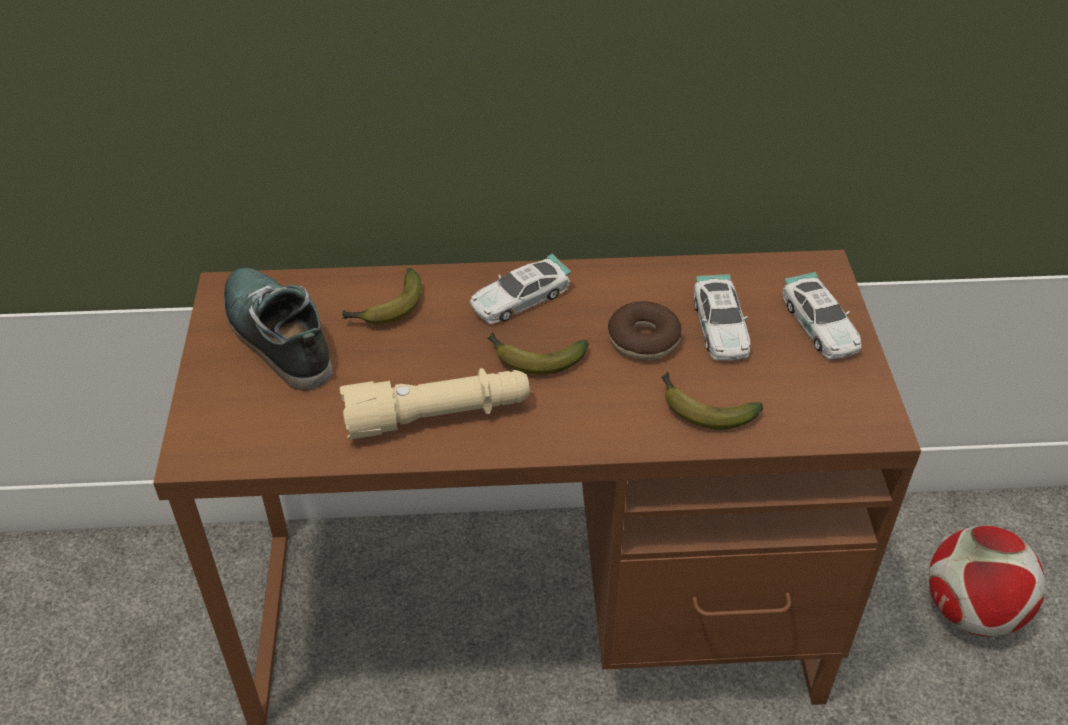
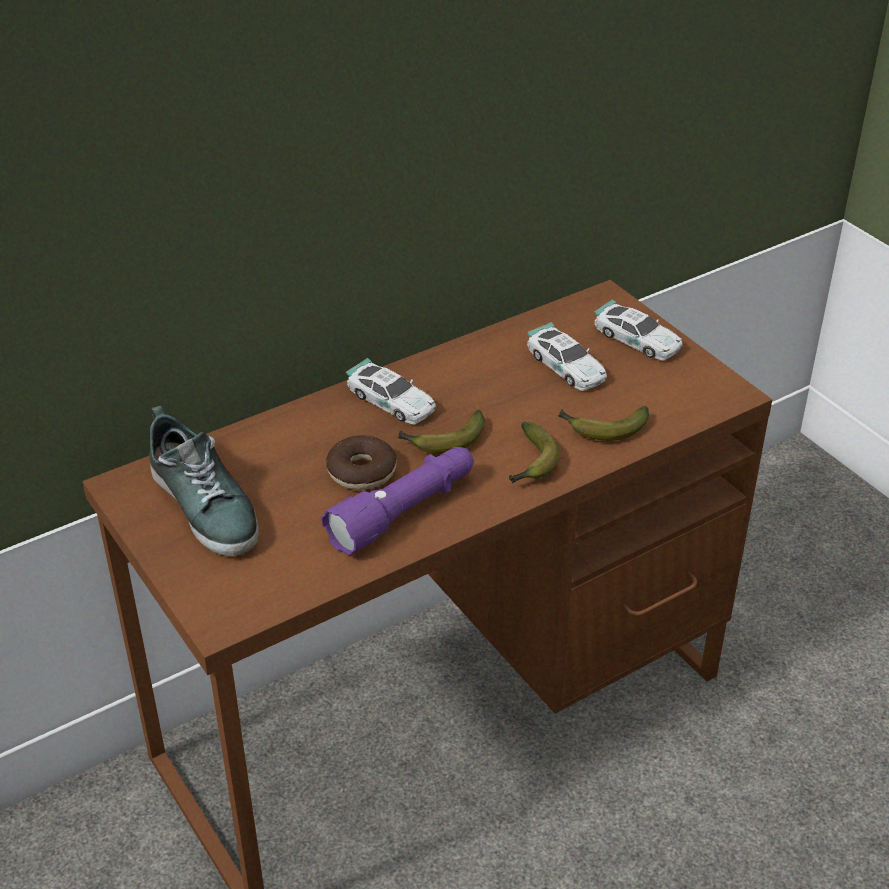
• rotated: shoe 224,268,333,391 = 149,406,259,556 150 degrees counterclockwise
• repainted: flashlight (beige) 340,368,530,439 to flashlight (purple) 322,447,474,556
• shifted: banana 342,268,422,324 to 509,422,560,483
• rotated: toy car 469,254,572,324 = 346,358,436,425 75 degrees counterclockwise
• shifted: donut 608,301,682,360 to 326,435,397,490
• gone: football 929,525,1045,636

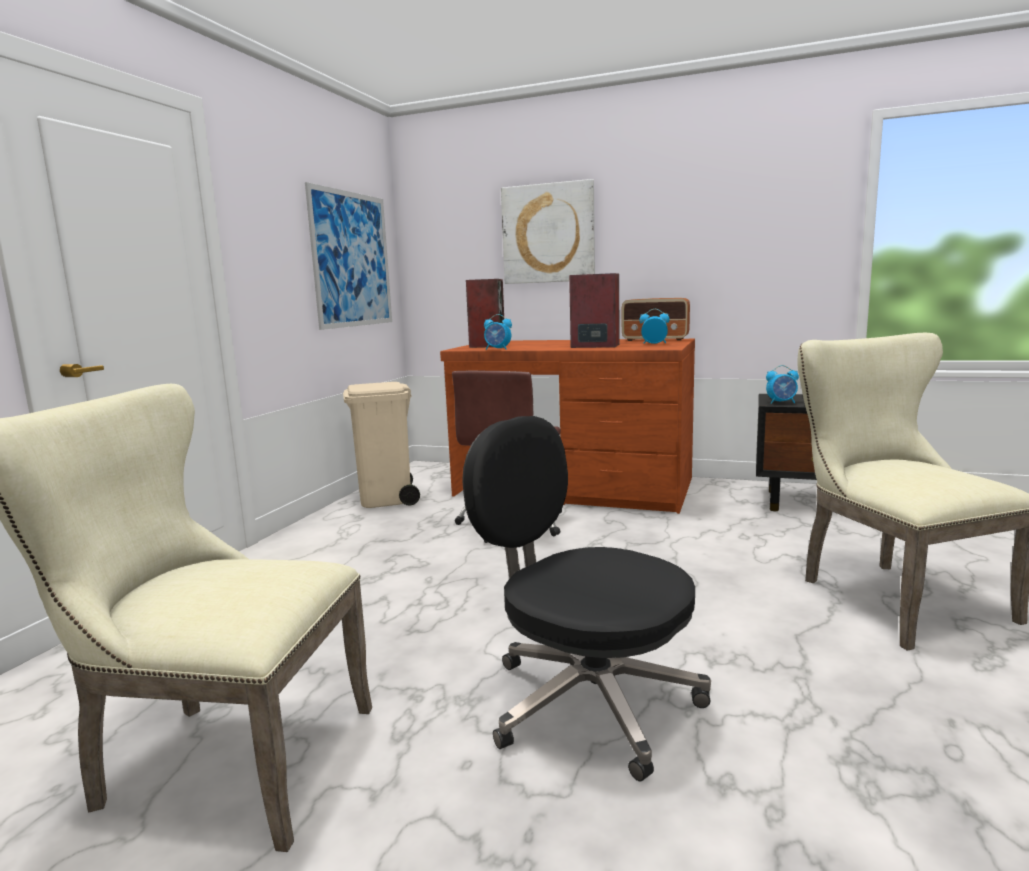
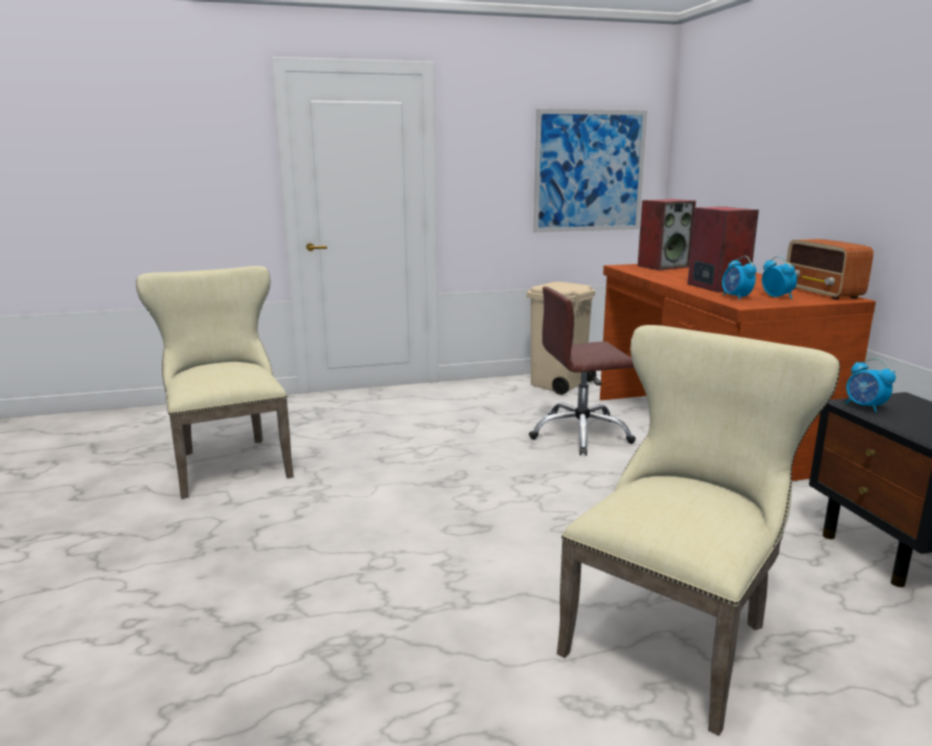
• gone: office chair (black) 462,416,711,782
• shifted: alarm clock 484,314,512,350 to 722,256,757,300
• gone: picture 501,179,595,284

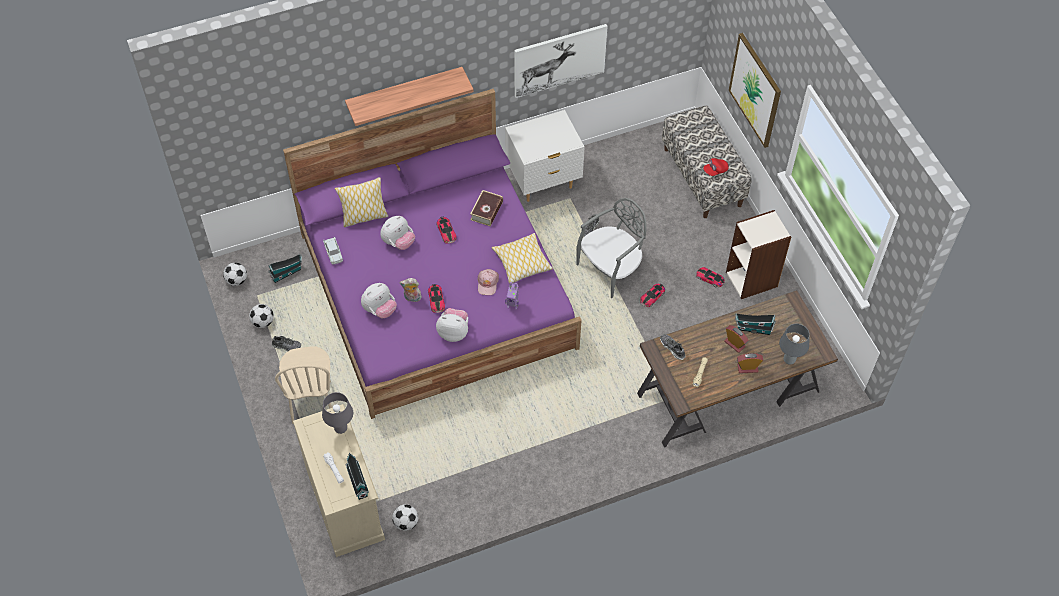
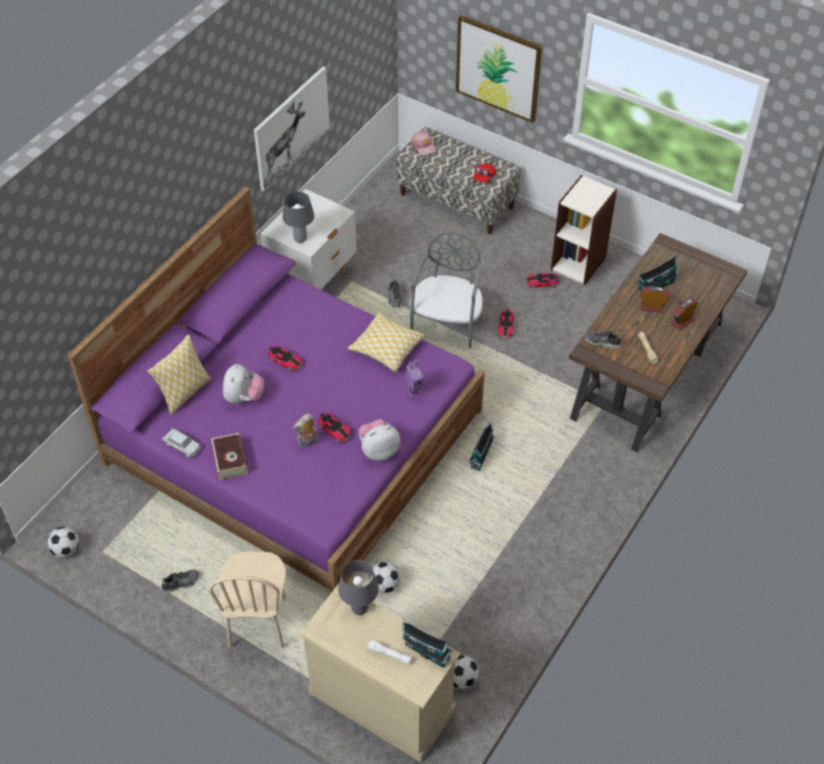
• shifted: football 249,304,274,328 to 369,562,400,593
• shifted: toy house 268,254,302,283 to 469,423,495,471
• rotated: chair (beige) 275,347,333,424 = 209,551,286,648 45 degrees clockwise
• gone: shelf 345,67,474,126
• gone: plush toy 361,283,397,318
• shifted: book 470,190,503,227 to 211,433,248,480
• shifted: cap (pink) 478,269,499,295 to 411,131,436,155
• shifted: table lamp (grey) 779,324,810,365 to 283,191,314,243

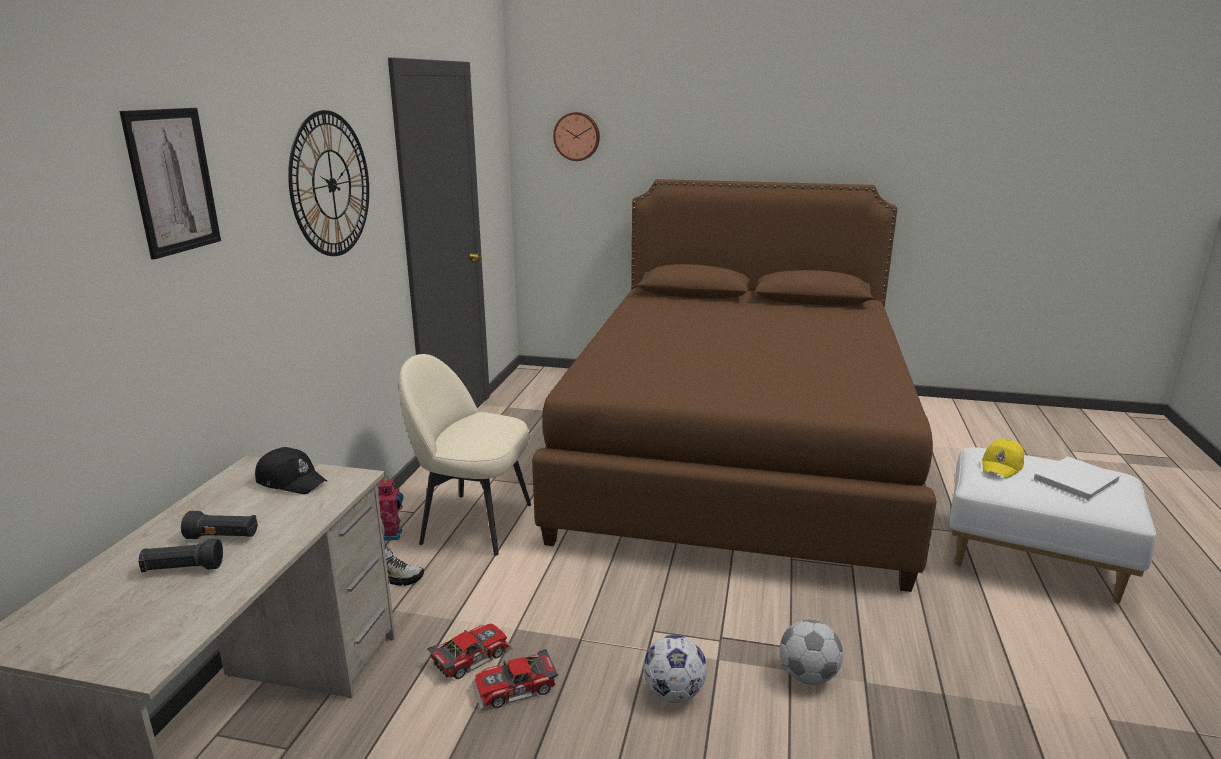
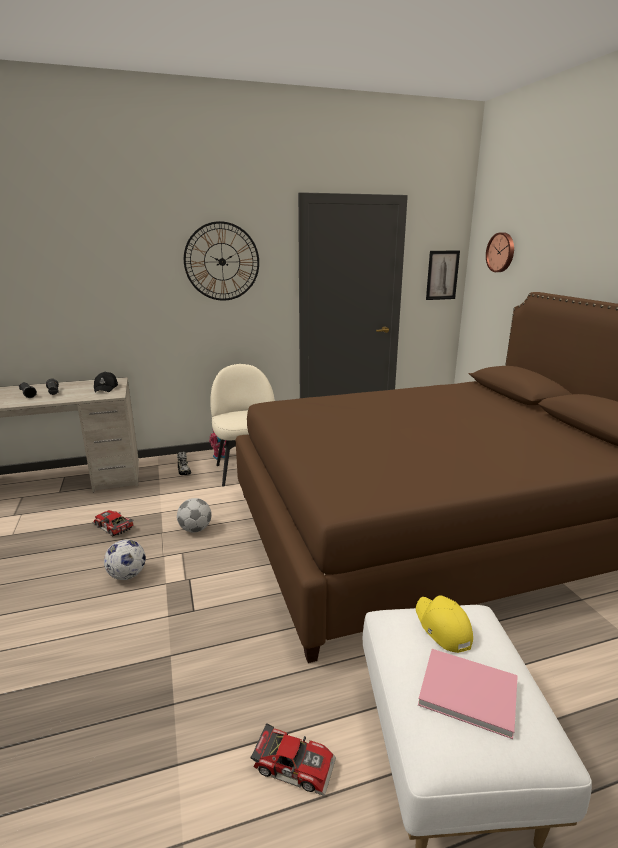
• shifted: picture 119,108,221,259 to 426,250,460,300
• shifted: toy car 427,624,513,679 to 250,723,336,796
• shifted: football 780,620,843,685 to 177,498,212,533
• rotated: cap (yellow) 982,439,1024,478 = 416,596,473,653 60 degrees clockwise
• repainted: book (white) 1034,456,1121,501 to book (pink) 418,649,518,739

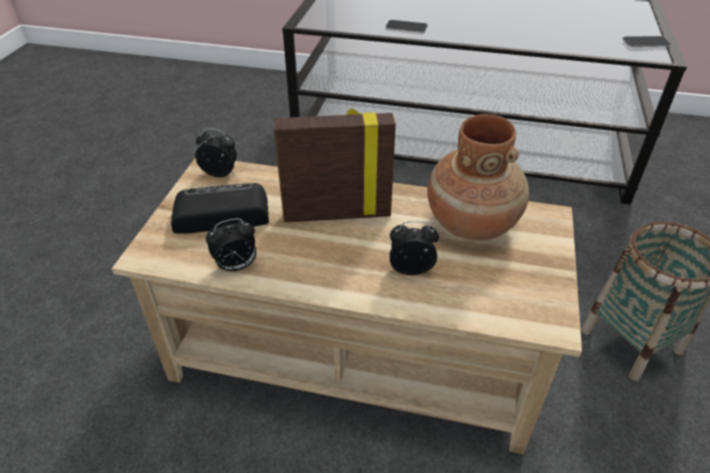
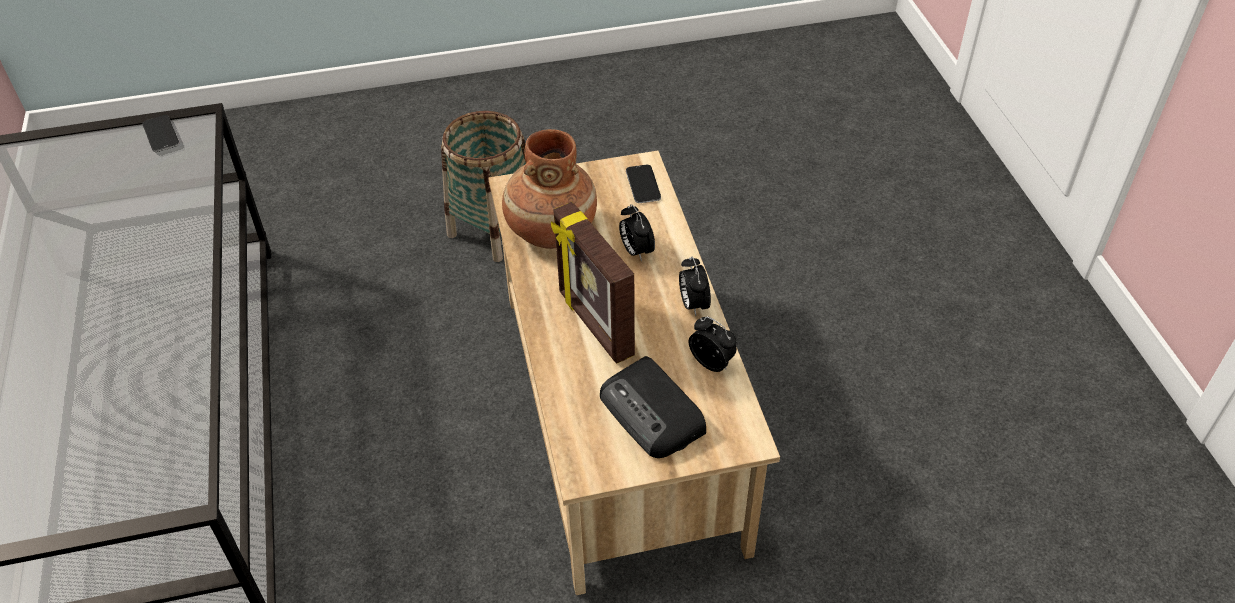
• shifted: alarm clock 195,128,237,177 to 679,257,711,316
• shifted: phone 386,20,428,33 to 626,165,661,203

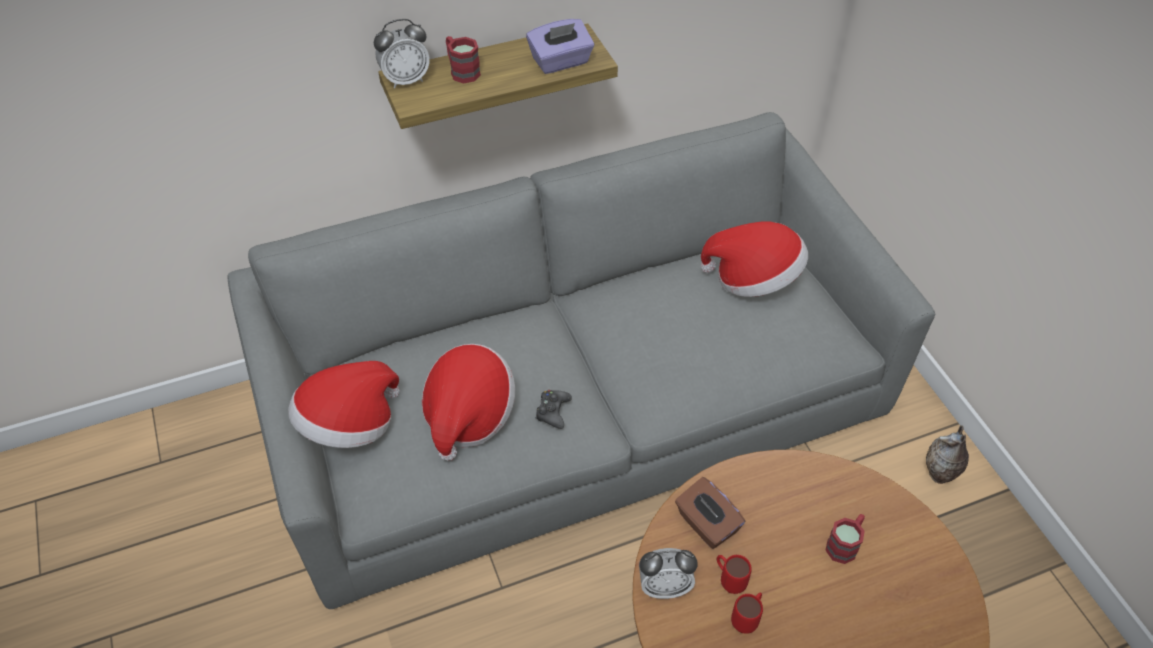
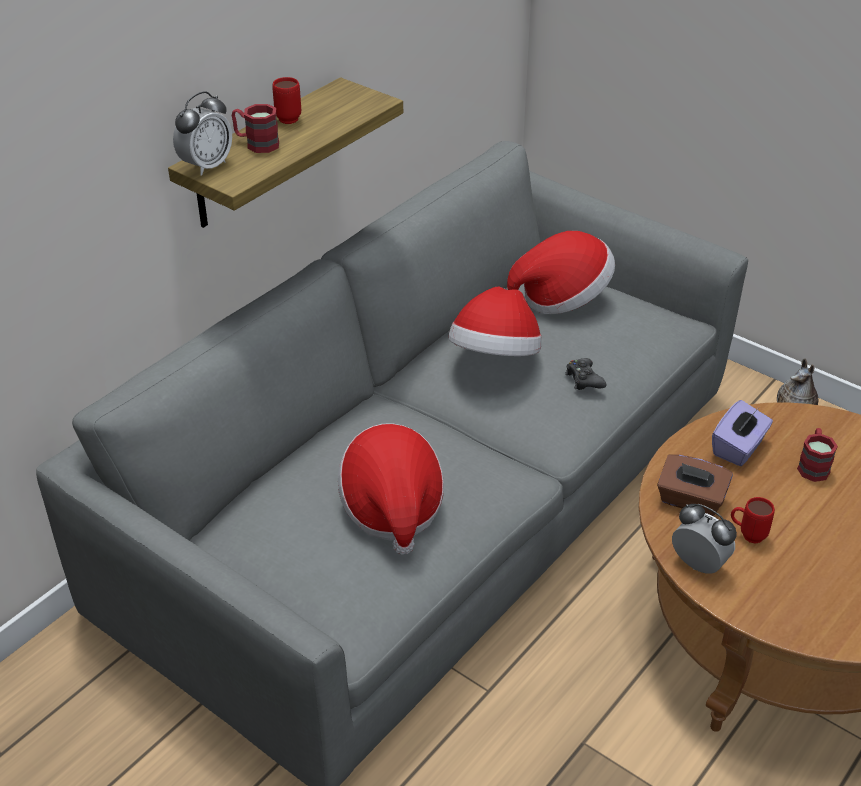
• shifted: hat 288,361,400,448 to 449,287,542,356
• shifted: tissue box (purple) 526,19,594,74 to 712,400,773,466
• shifted: game controller (black) 536,390,572,429 to 565,358,607,390
• rotated: alarm clock 639,548,698,599 = 672,504,737,574 105 degrees counterclockwise
• shifted: mug (red) 731,593,763,634 to 272,77,301,124

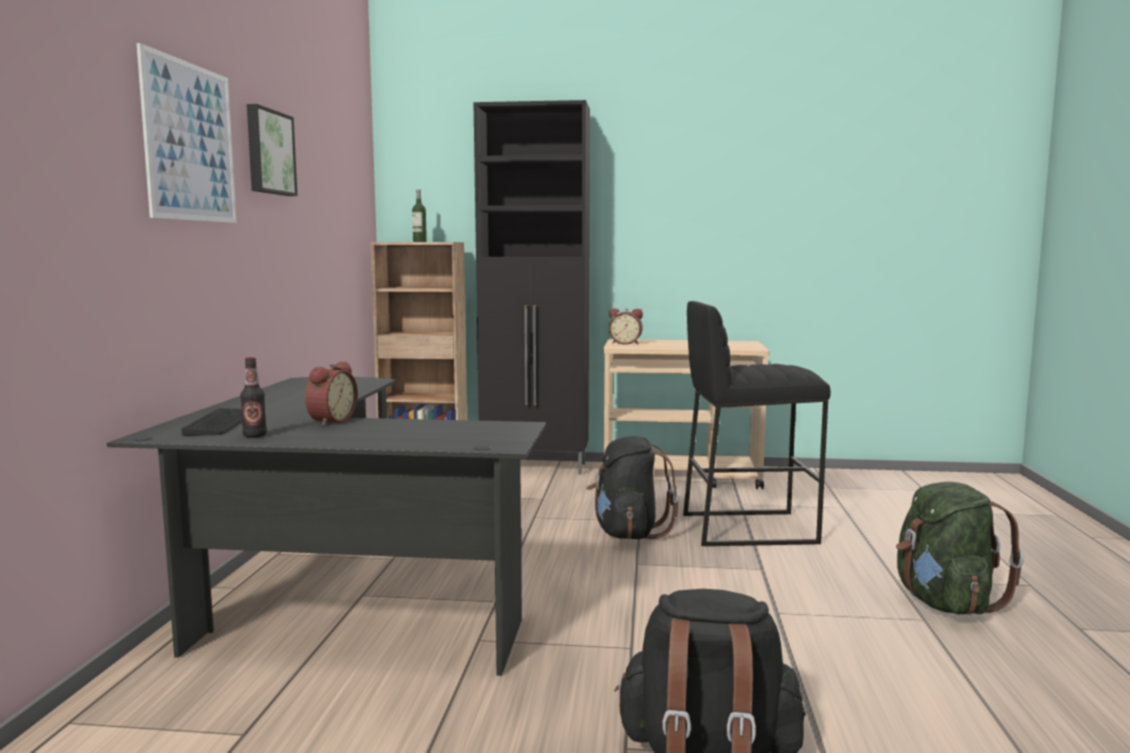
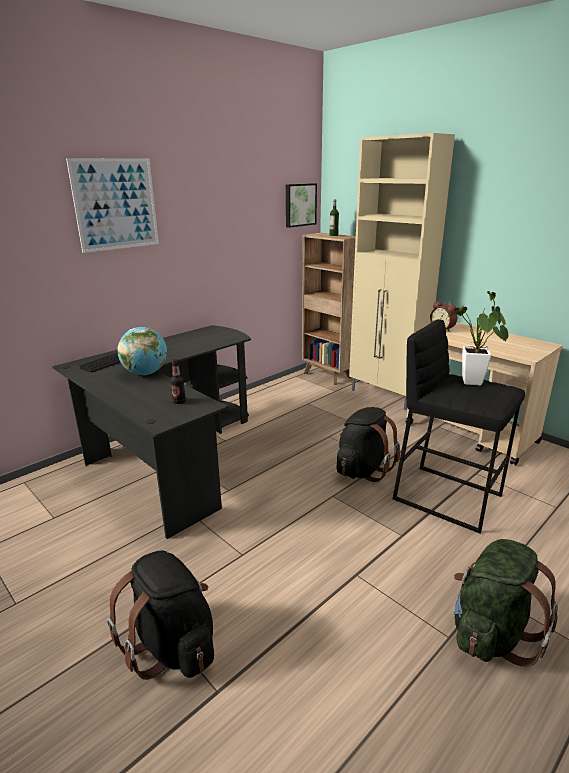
• shifted: bottle 240,357,267,438 to 170,359,186,404
• shifted: picture 247,104,297,196 to 286,183,317,228
• swapped: alarm clock 305,361,358,426 to globe 117,327,167,375
• repainted: cabinet (black) 473,100,590,475 to cabinet (beige) 349,133,455,410
• new: potted plant 445,291,509,386

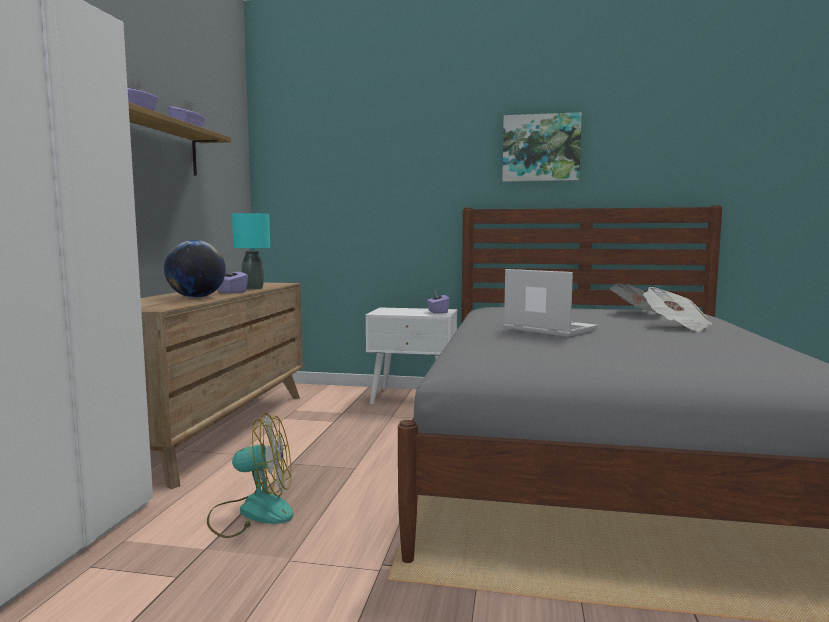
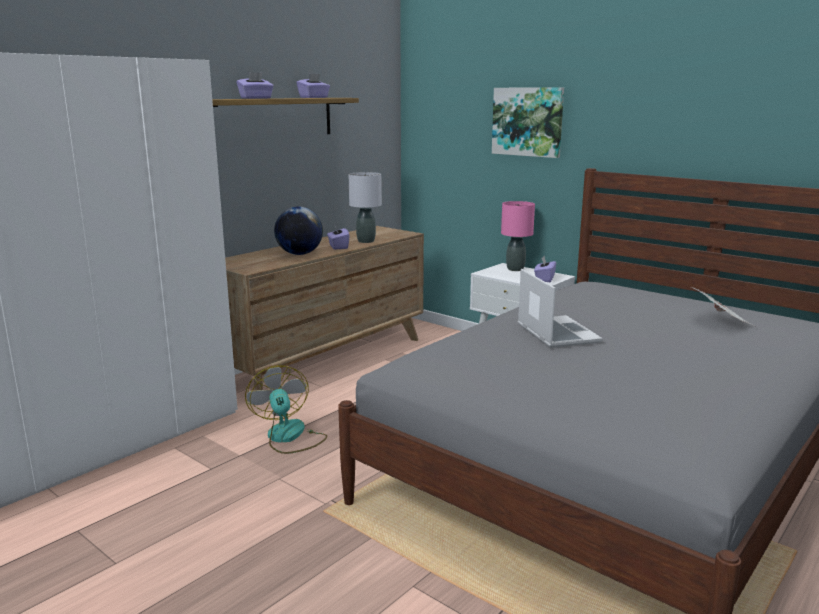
• rotated: fan 207,413,293,538 = 245,365,327,454 135 degrees counterclockwise
• repainted: table lamp (turquoise) 232,213,270,289 to table lamp (grey) 348,172,382,243
• shifted: picture 502,112,582,182 to 492,88,564,158
• gone: newspaper 643,287,713,332
• new: table lamp (pink) 501,201,535,271

